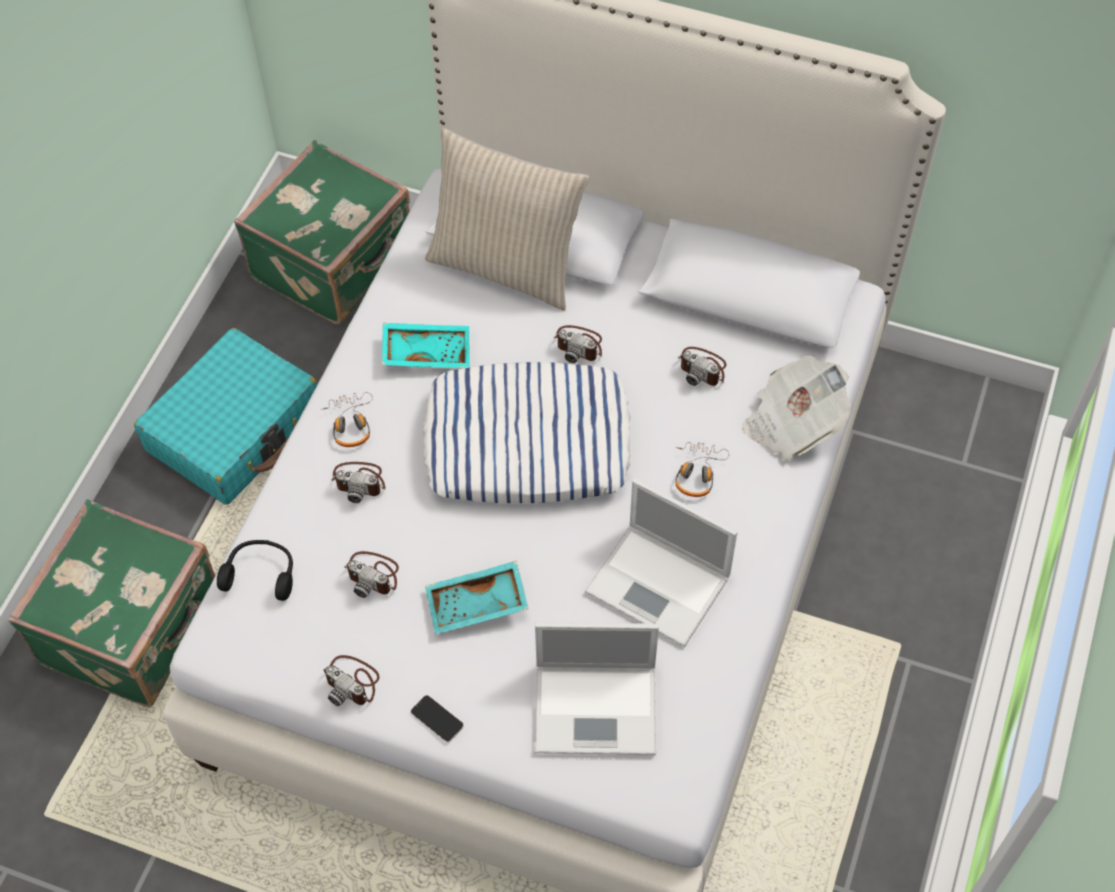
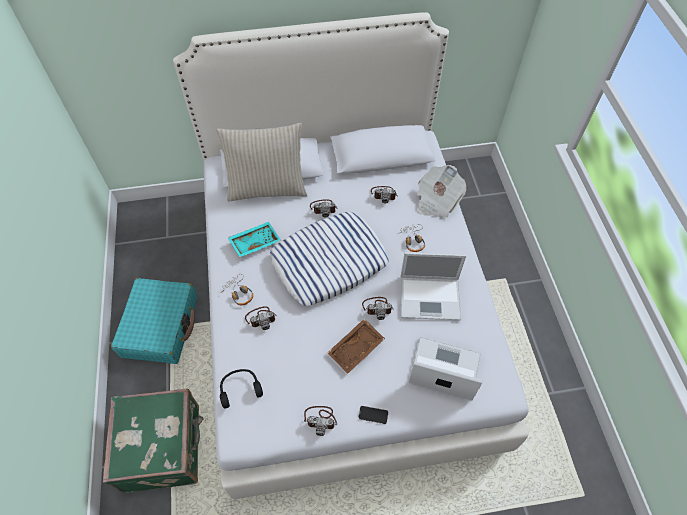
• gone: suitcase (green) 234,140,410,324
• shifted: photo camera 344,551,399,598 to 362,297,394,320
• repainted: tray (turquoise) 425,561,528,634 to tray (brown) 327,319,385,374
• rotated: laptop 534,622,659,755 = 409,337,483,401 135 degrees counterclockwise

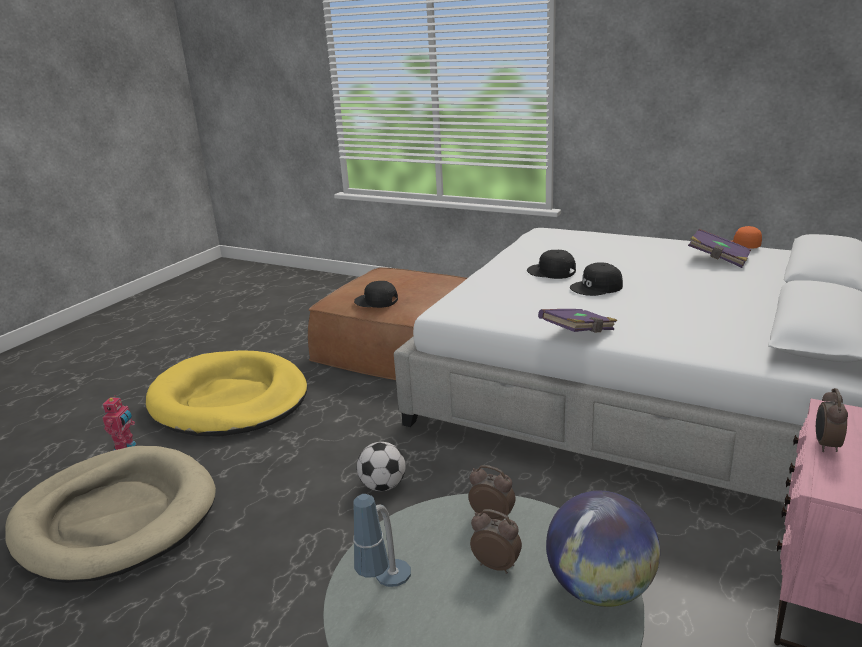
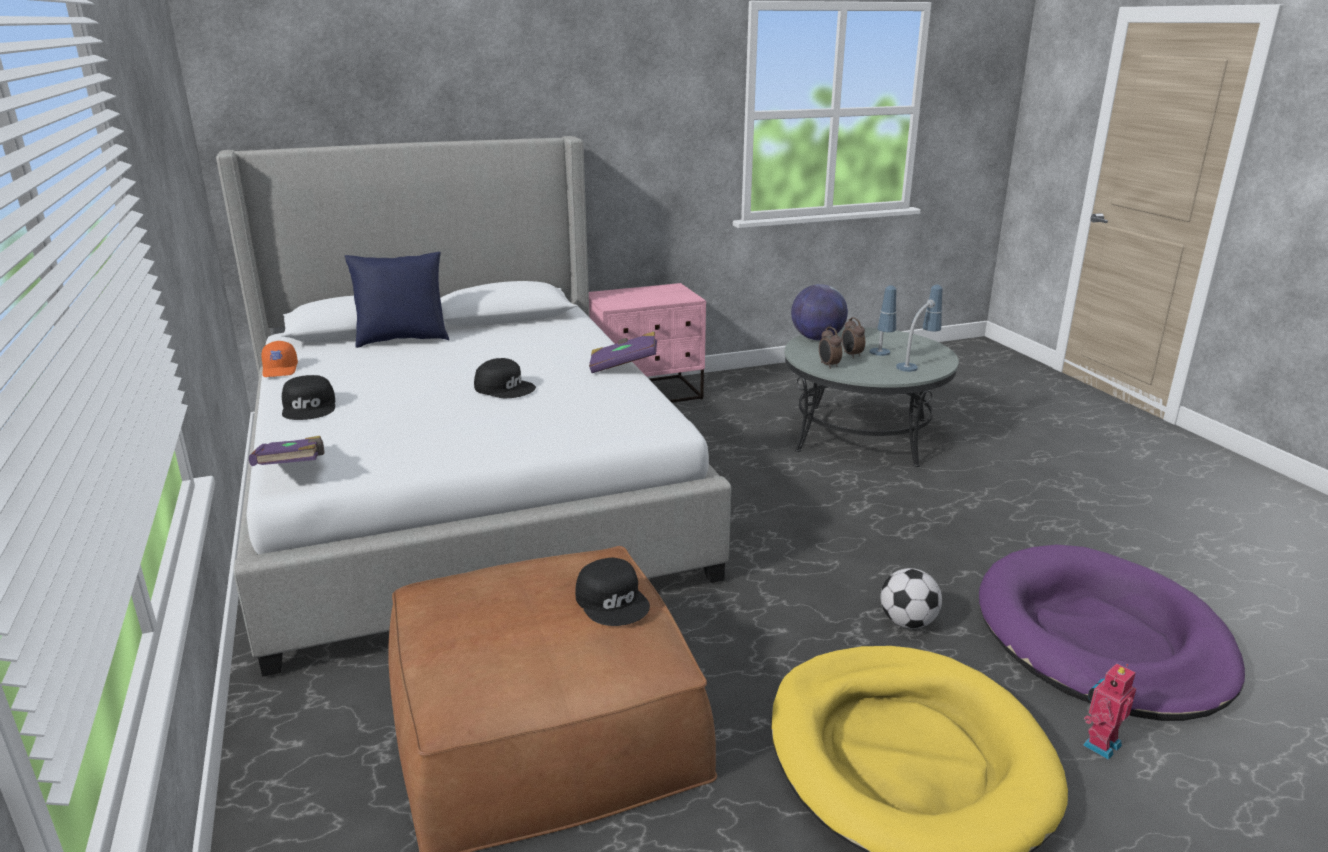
• repainted: dog bed (beige) 5,446,216,583 to dog bed (purple) 979,545,1245,721
• shifted: football 357,442,406,491 to 881,568,942,629
• shifted: cap (black) 527,250,576,279 to 282,375,335,420
• shifted: book (purple) 688,229,752,268 to 249,436,324,466
• gone: alarm clock 816,388,848,452
• new: pillow (blue) 345,252,449,348
• new: table lamp 870,285,897,356

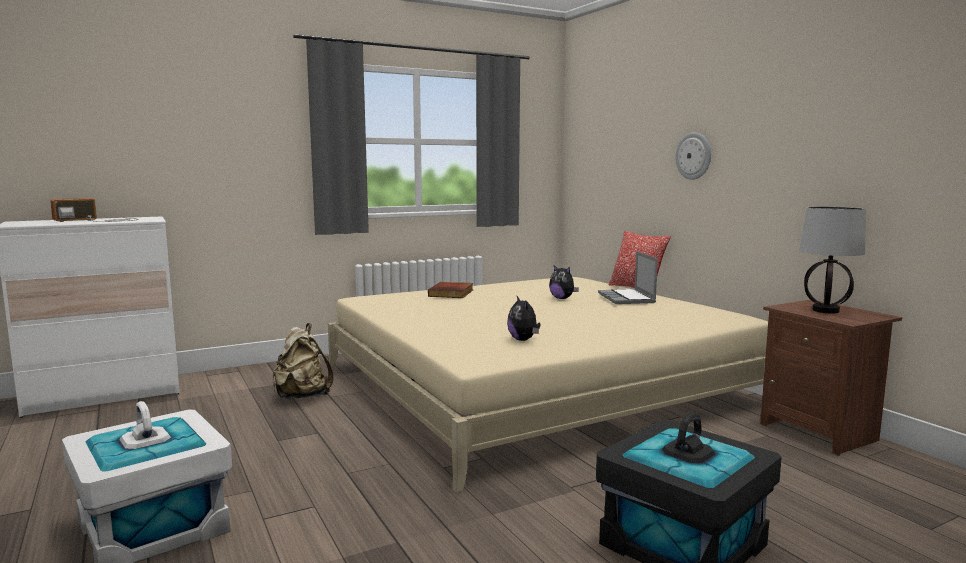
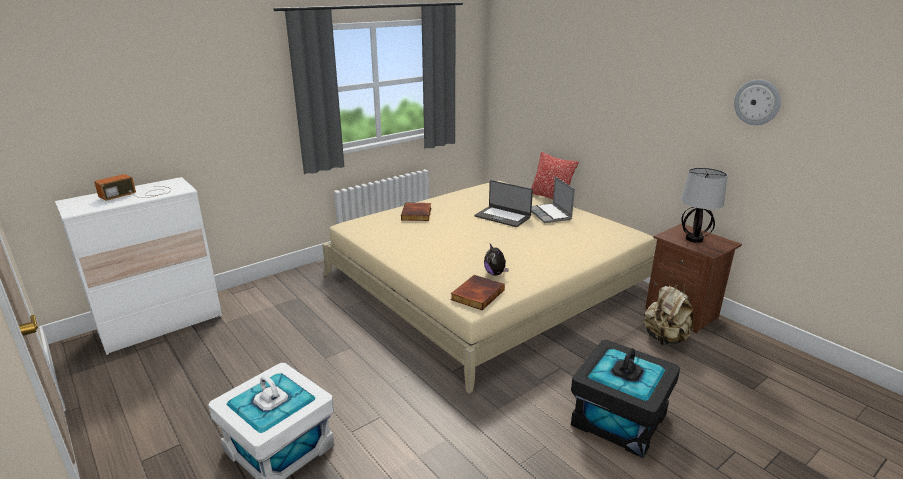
• shifted: backpack (beige) 273,323,333,399 to 644,284,693,345
• swapped: plush toy 549,265,579,299 to laptop 475,180,533,227
• shifted: wall clock 675,132,711,180 to 734,79,781,125
• new: book 451,275,505,310

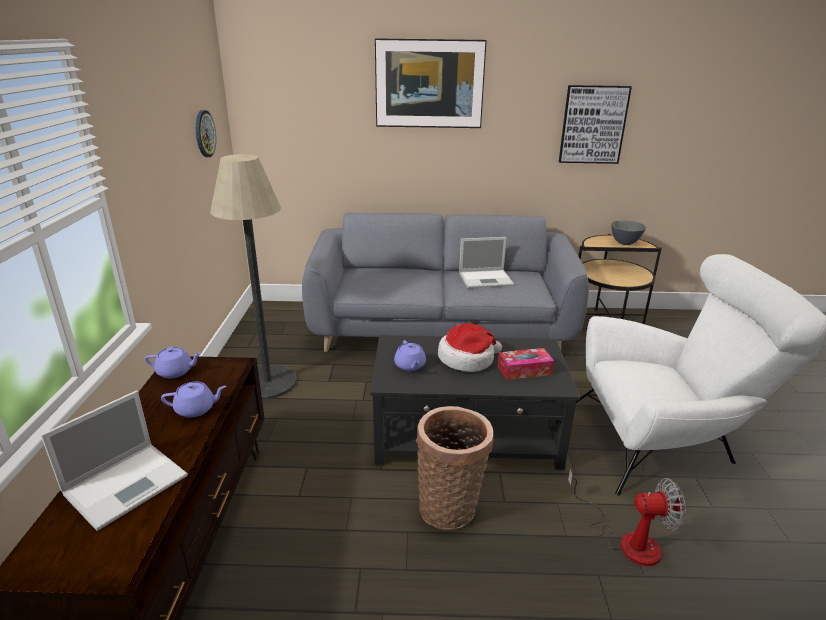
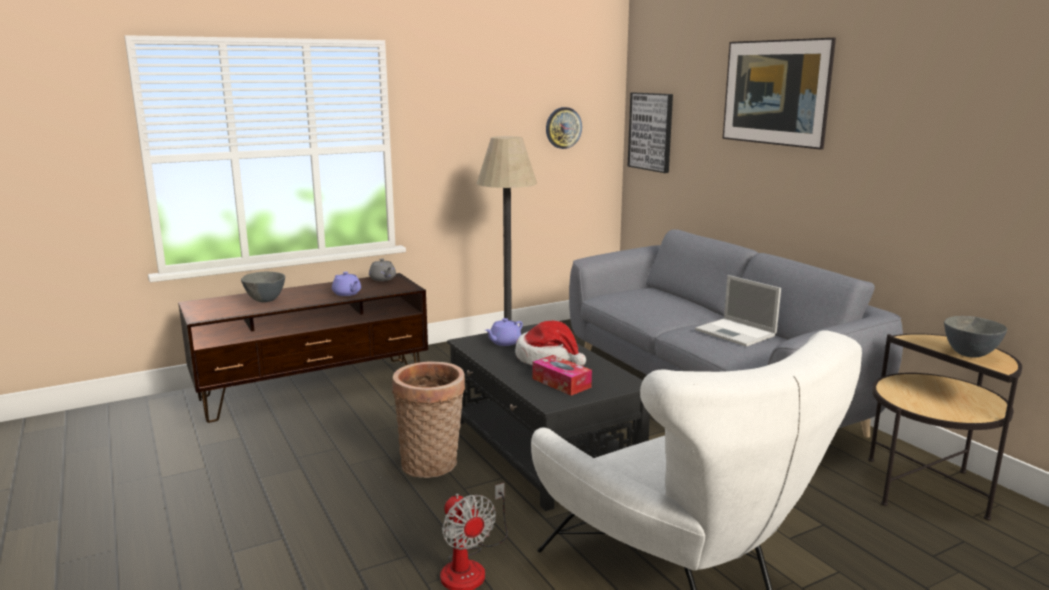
• swapped: laptop 41,391,188,531 to bowl (grey) 241,272,285,302
• repainted: teapot (purple) 145,347,202,378 to teapot (grey) 369,258,396,281
• shifted: picture 559,85,632,164 to 628,93,673,173

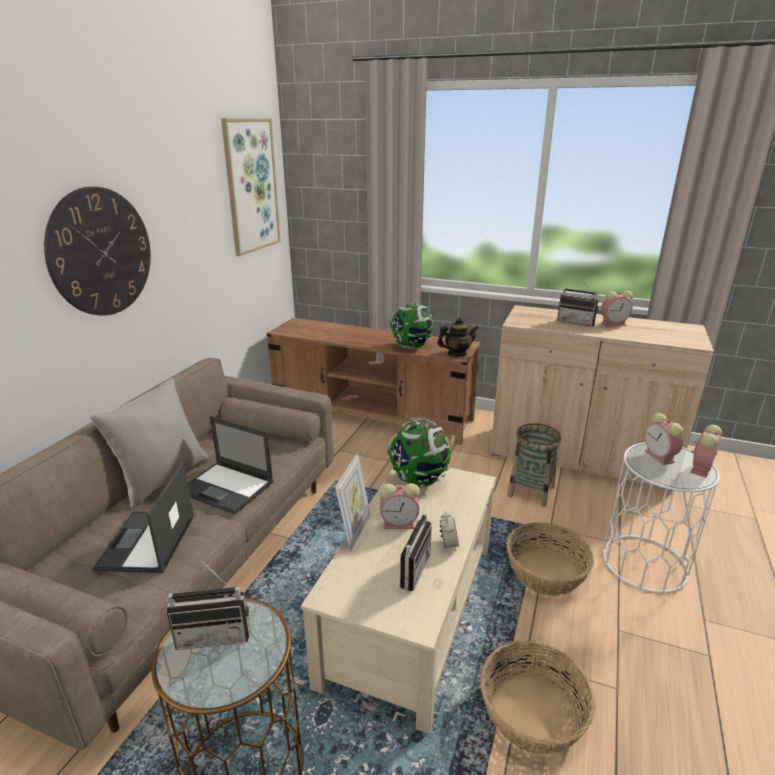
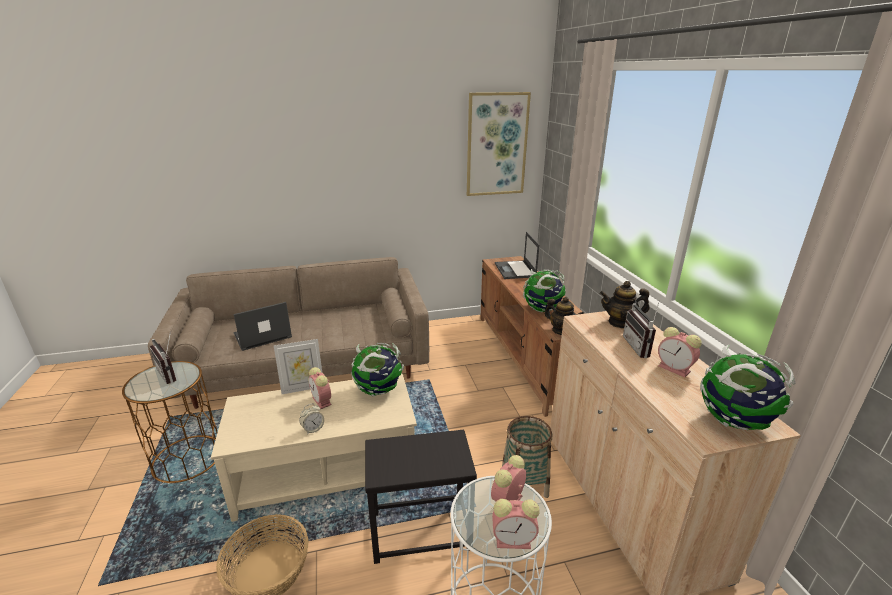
• gone: wall clock 44,187,151,316
• gone: pillow (grey) 90,378,209,509
• shifted: laptop 188,416,274,514 to 495,232,539,279
• gone: radio 393,513,432,591
• swapped: basket 506,522,594,596 to side table (black) 365,430,477,564
• new: teapot 600,281,649,328
• new: globe 700,345,796,430

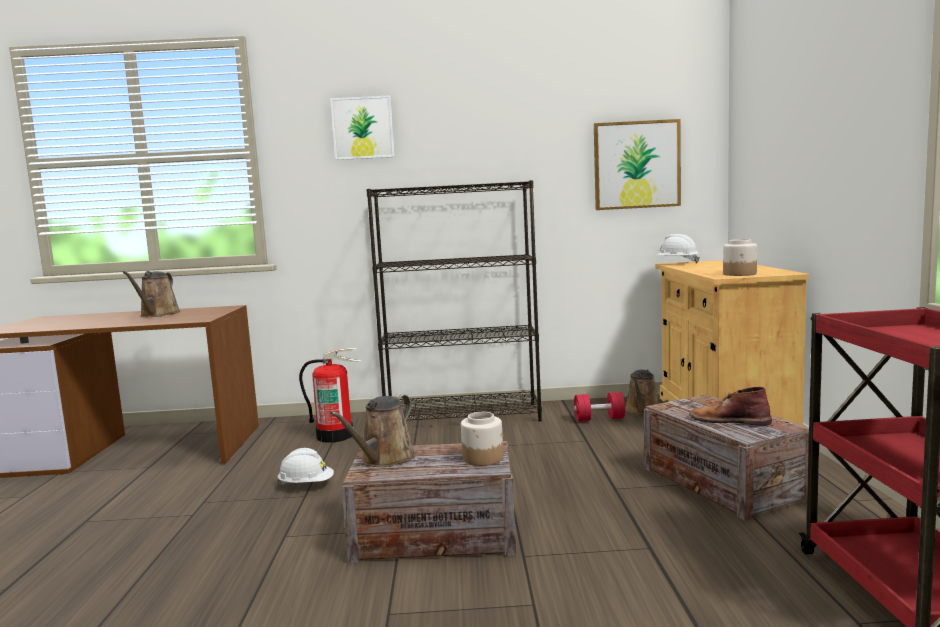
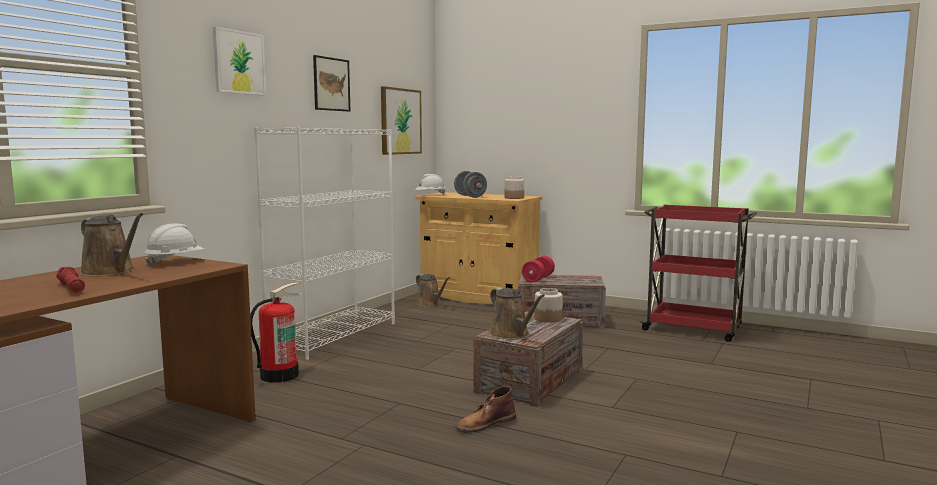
• shifted: hard hat (white) 277,448,334,486 to 144,223,204,266
• repainted: bookcase (black) 366,180,542,421 to bookcase (white) 254,127,395,360
• shifted: dumbbell (red) 574,392,625,421 to 522,256,555,282
• shifted: boot (brown) 689,387,772,426 to 455,386,516,433
• new: flashlight (red) 56,267,85,293
• new: picture 313,55,350,112
• new: dumbbell (grey) 454,171,487,198

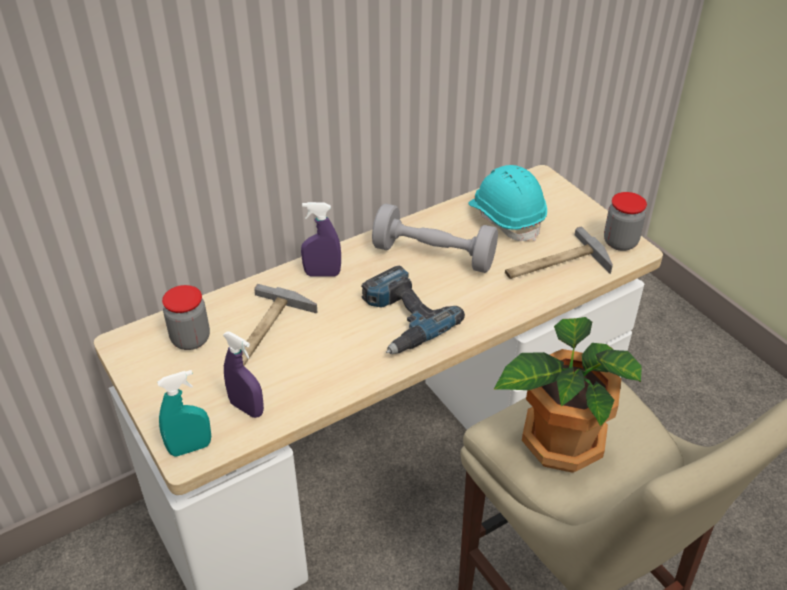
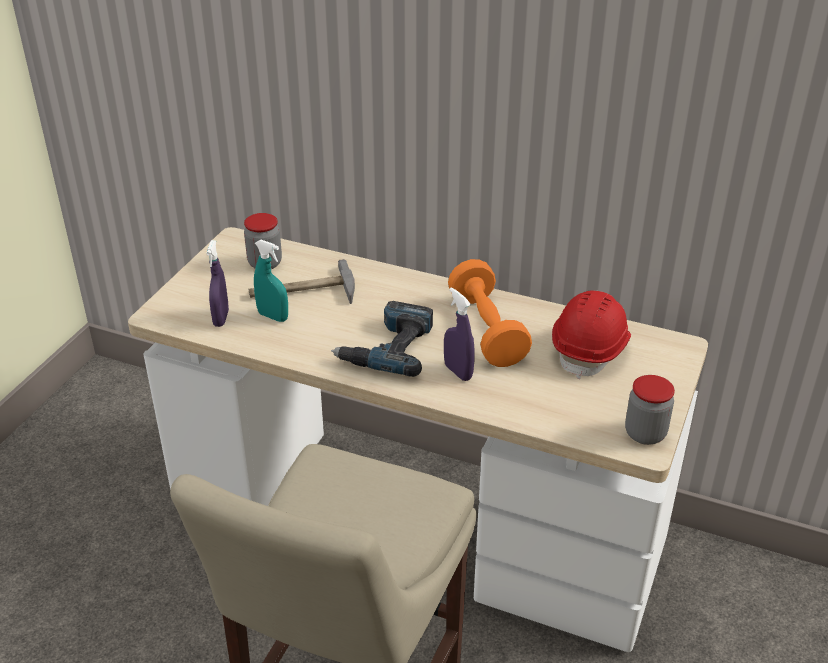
• shifted: spray bottle (turquoise) 157,370,211,457 to 254,240,288,322
• shifted: spray bottle (purple) 301,202,341,277 to 444,287,475,381
• repainted: dumbbell (grey) 372,204,498,273 to dumbbell (orange) 448,259,532,367
• repainted: hard hat (turquoise) 468,165,547,241 to hard hat (red) 552,290,631,379
• gone: potted plant 494,317,642,473
• gone: hammer 505,226,613,279

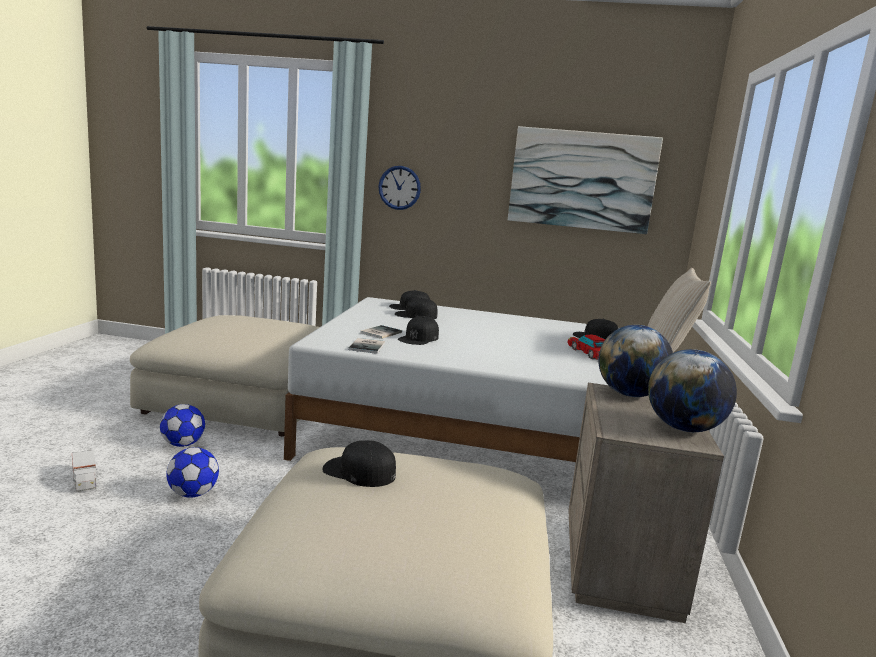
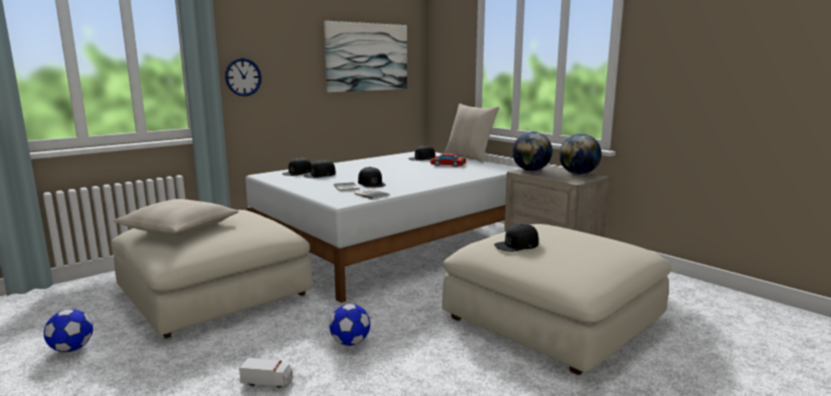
• shifted: football 160,404,205,447 to 44,309,93,352
• new: pillow (beige) 113,199,239,236

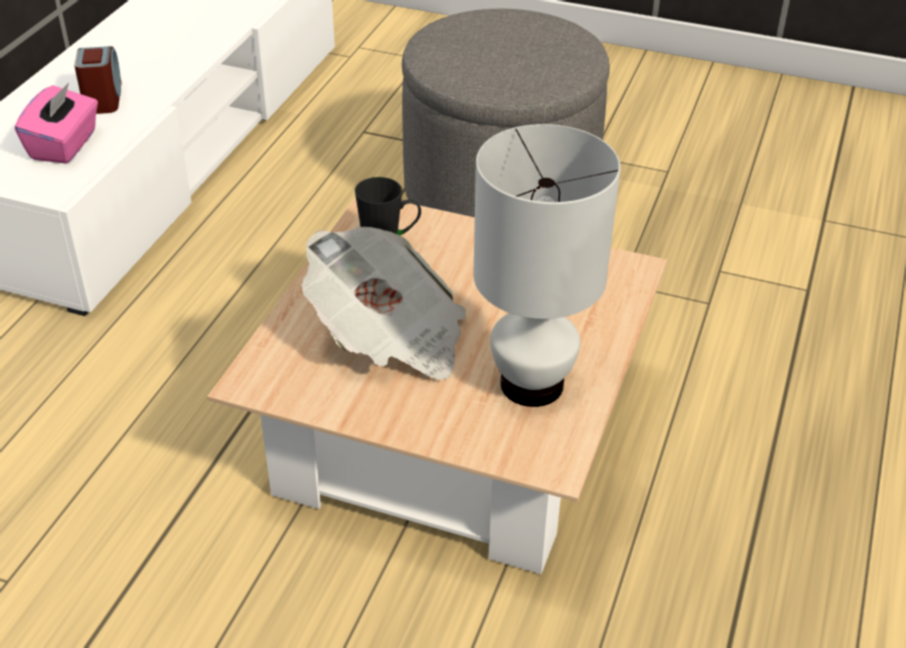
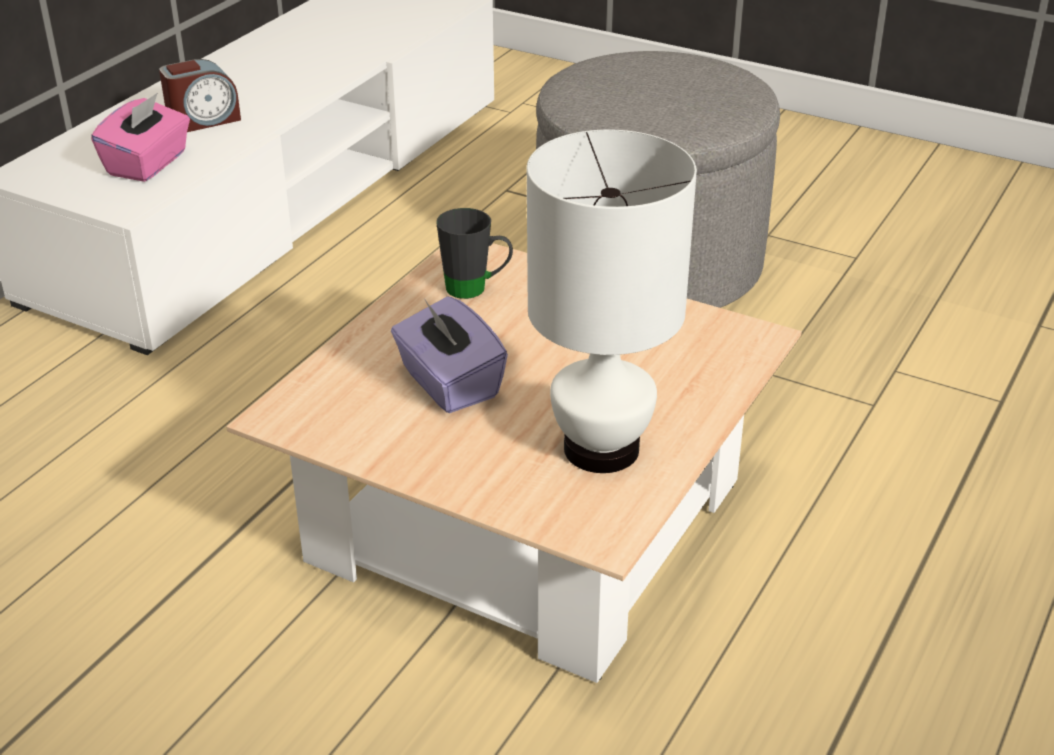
• rotated: alarm clock 74,46,122,114 = 159,59,241,132 60 degrees clockwise
• swapped: newspaper 301,227,466,380 to tissue box (purple) 391,296,508,413

